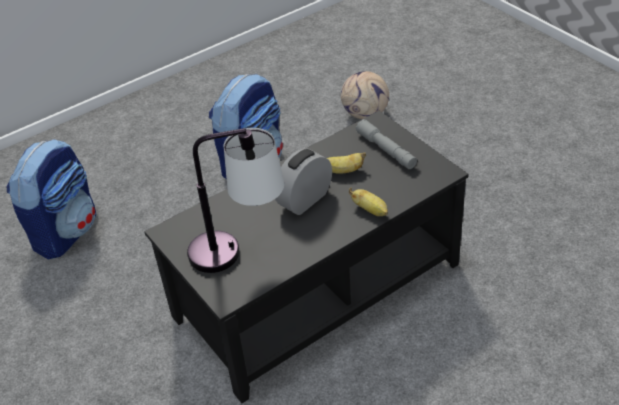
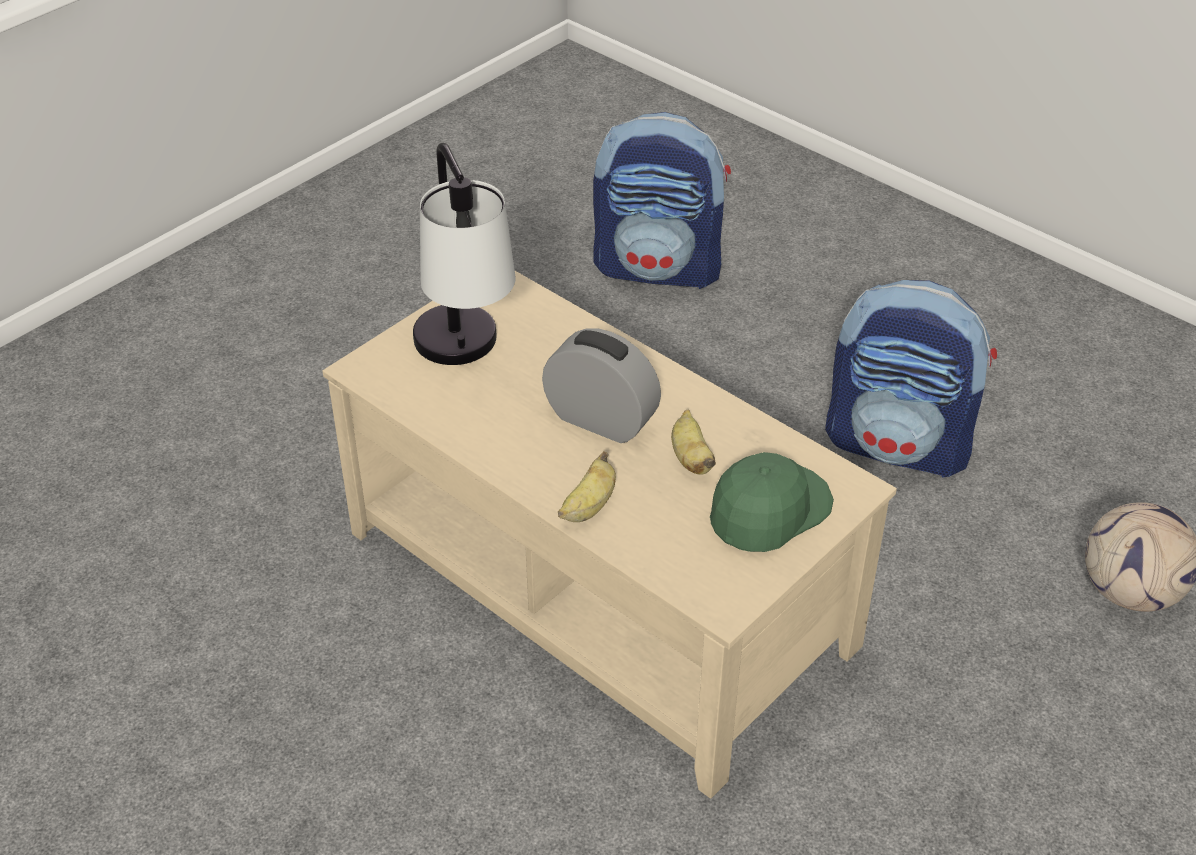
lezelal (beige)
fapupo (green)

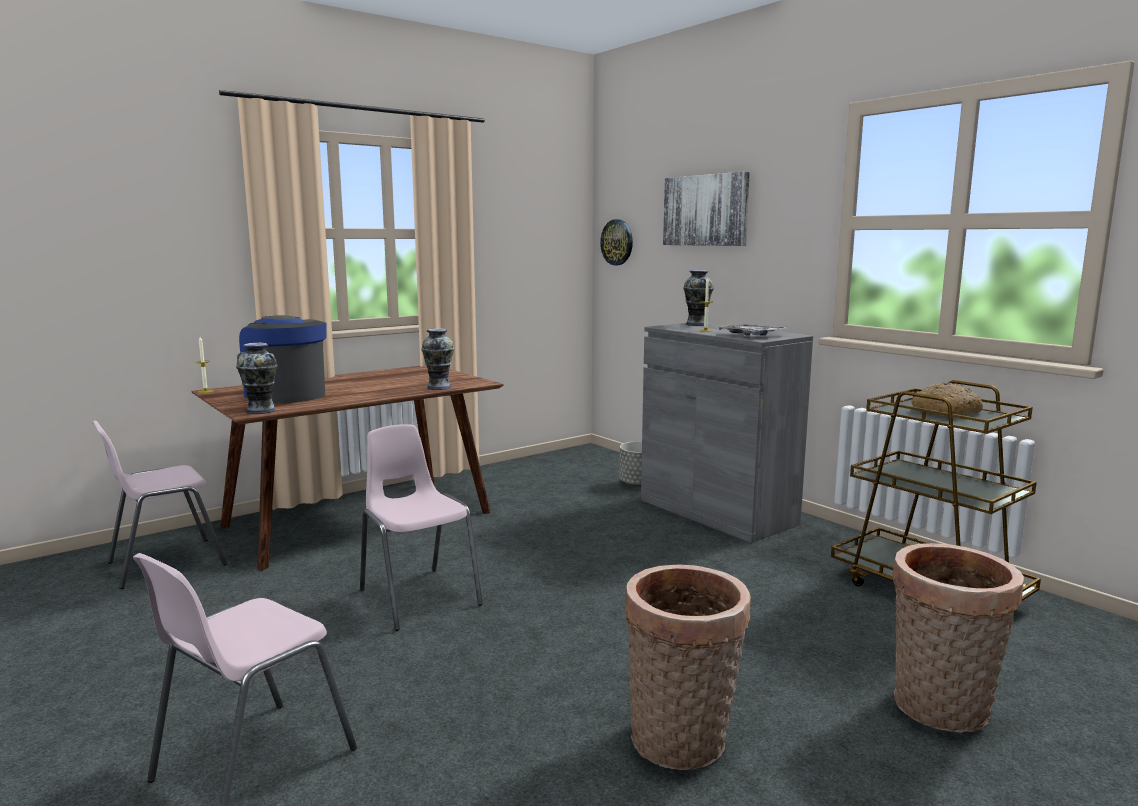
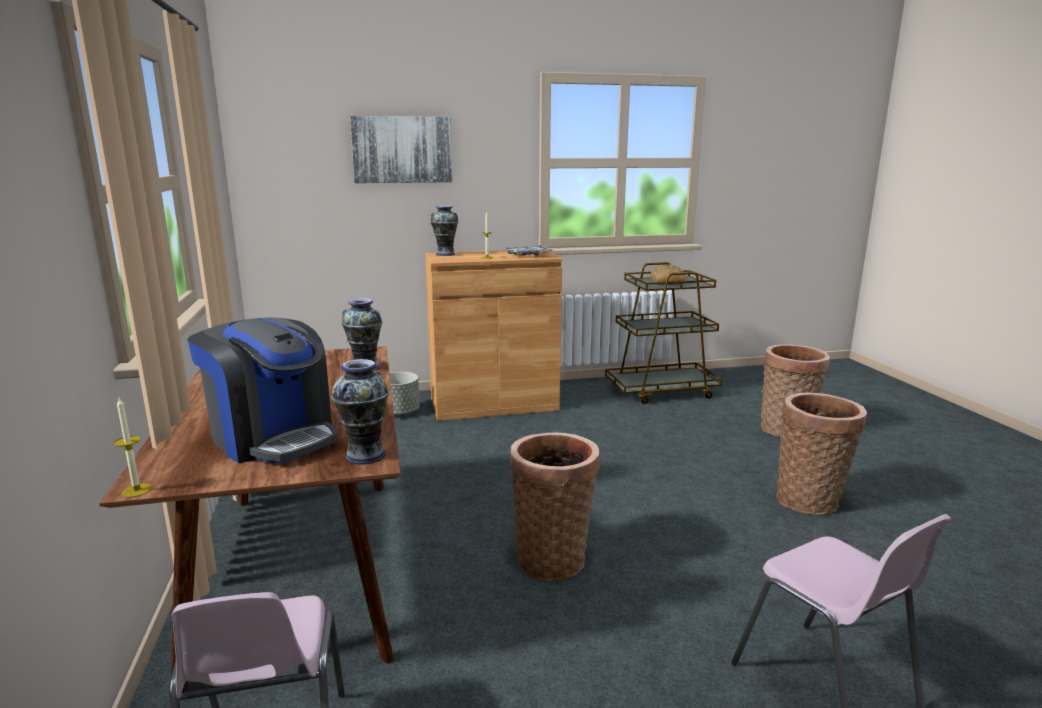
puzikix
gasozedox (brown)
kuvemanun (1st from left)
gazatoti

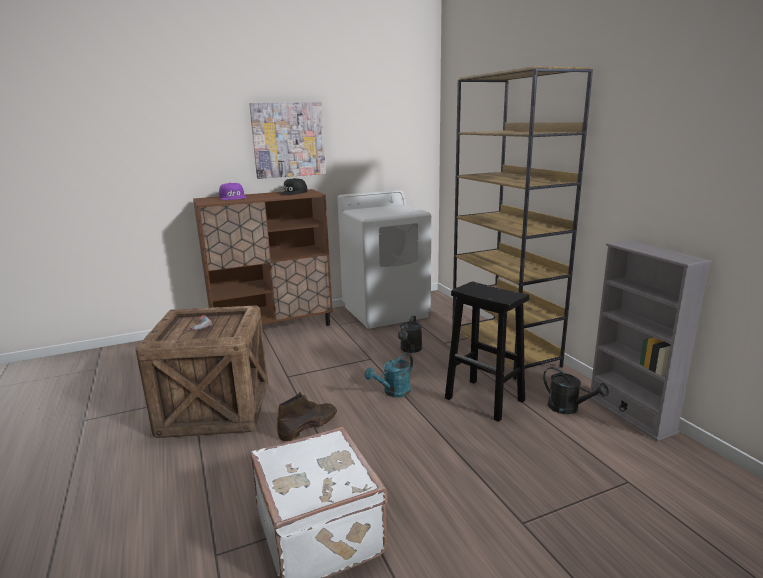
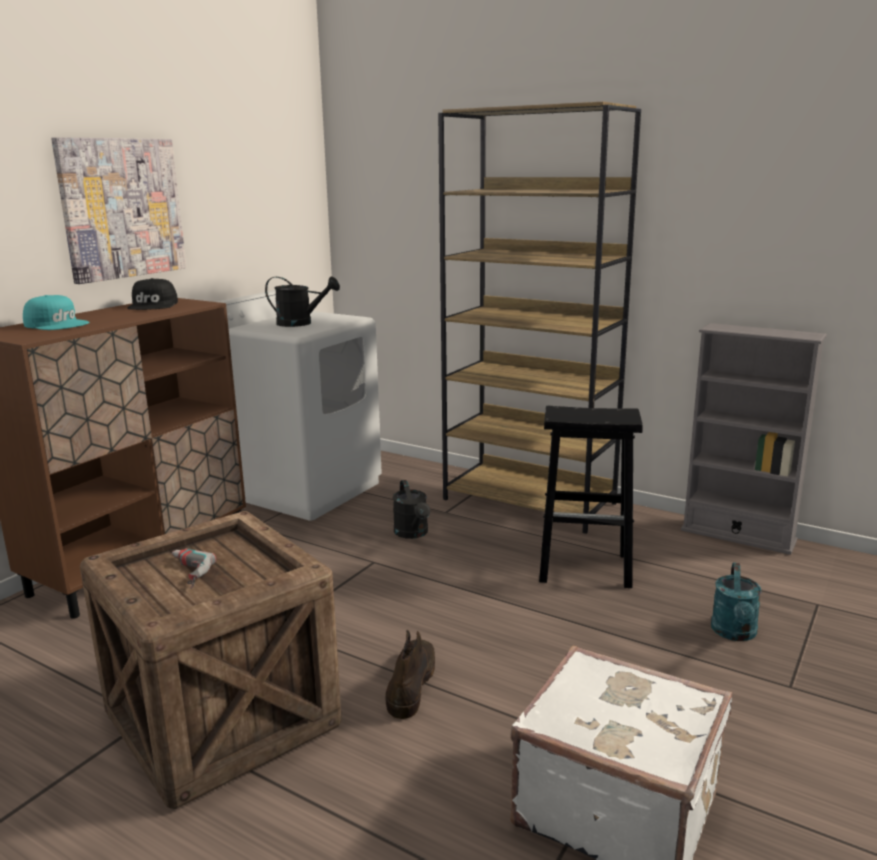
fapupo (turquoise)
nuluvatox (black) (1st from left)
nuluvatox (turquoise)

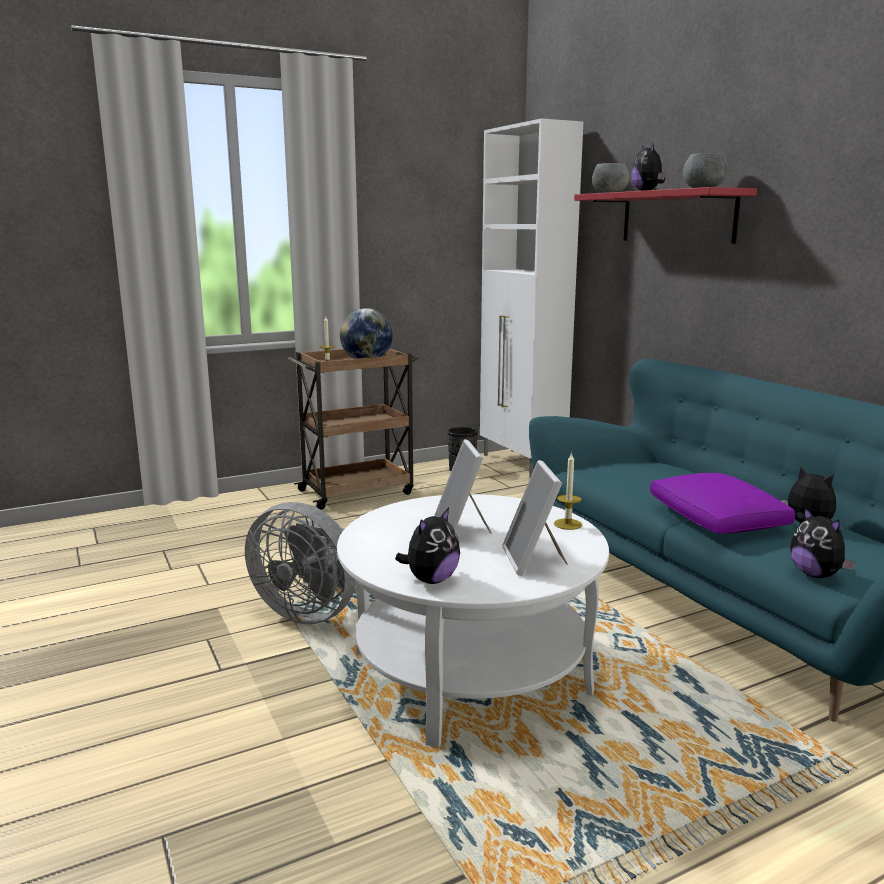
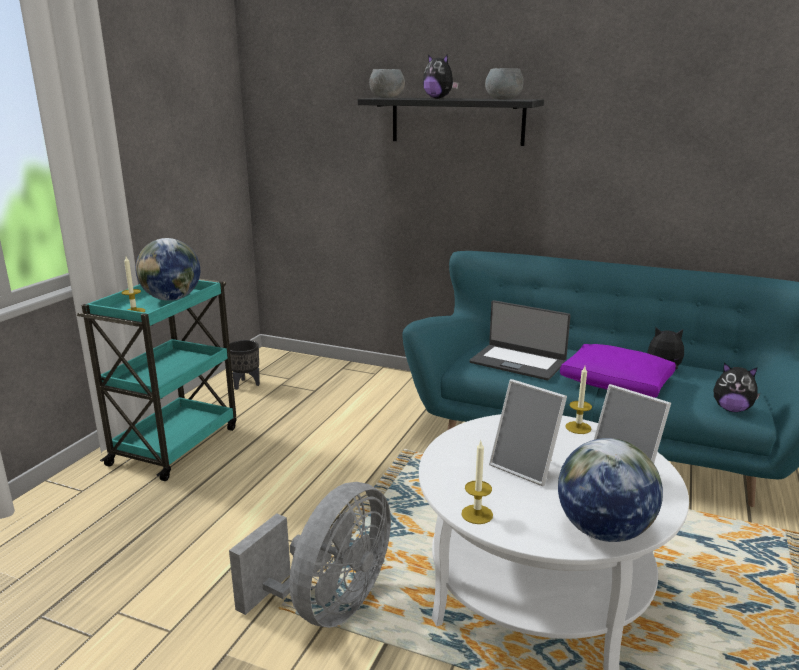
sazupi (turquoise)
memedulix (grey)
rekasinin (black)
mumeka (2nd from left)
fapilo
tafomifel (2nd from left)
gasozedox (white)

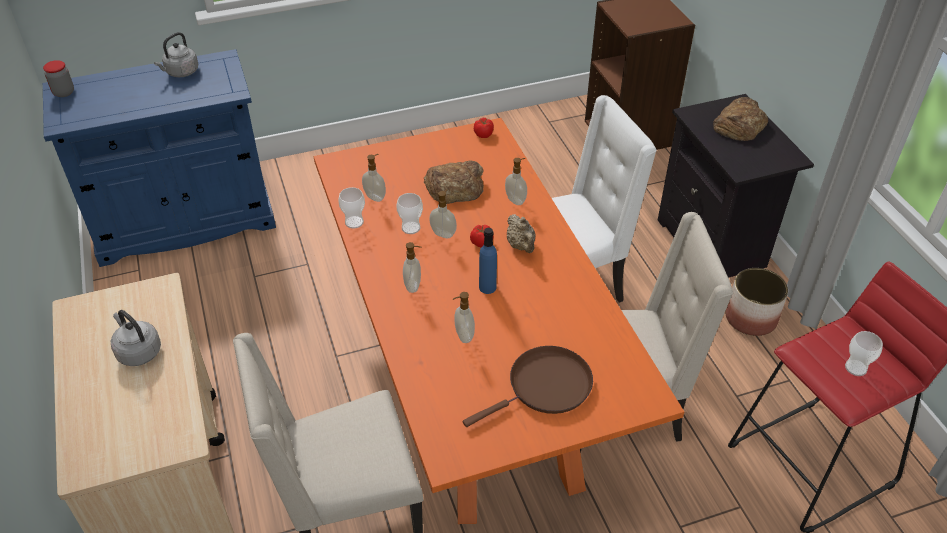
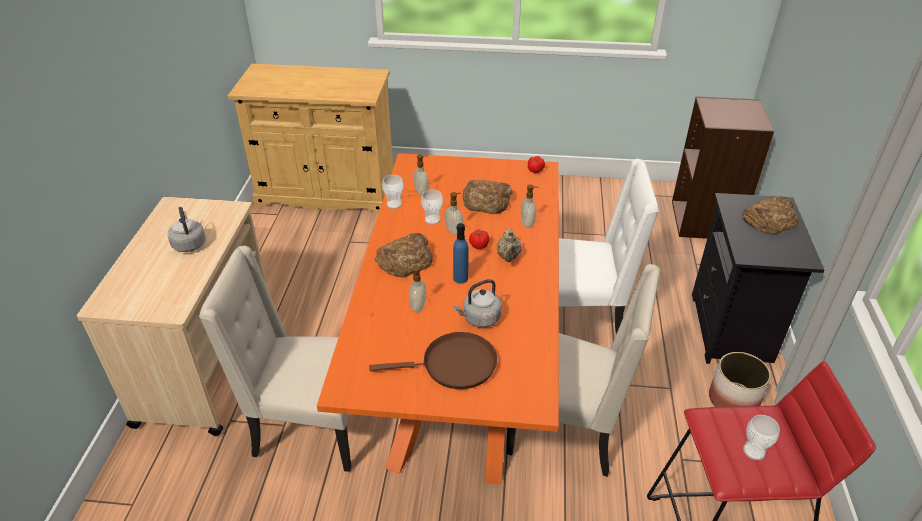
gasozedox (beige)
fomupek (1st from left)
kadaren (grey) (2nd from left)
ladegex

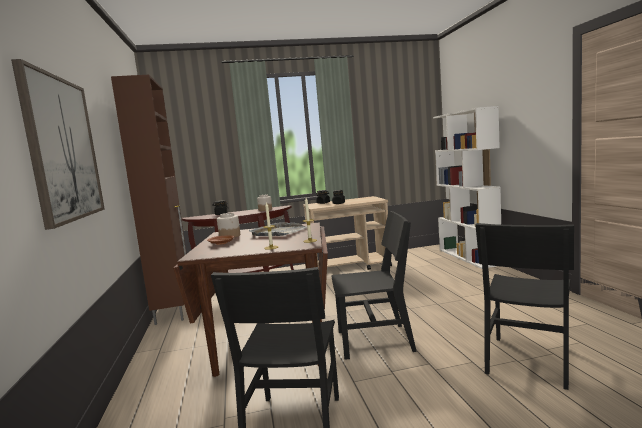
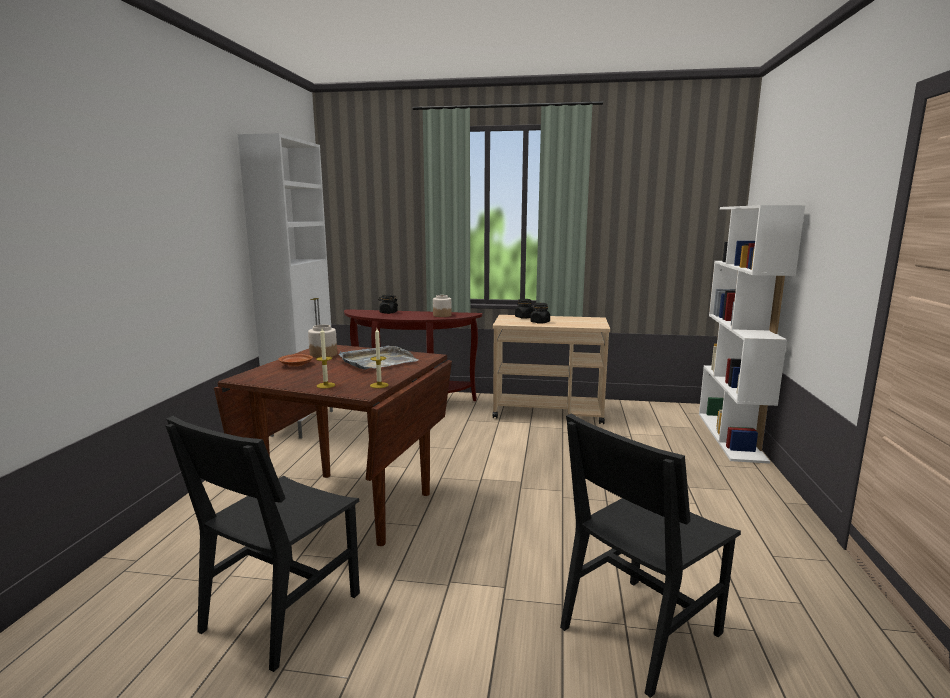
gasozedox (white)
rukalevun
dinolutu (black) (2nd from left in the first image)

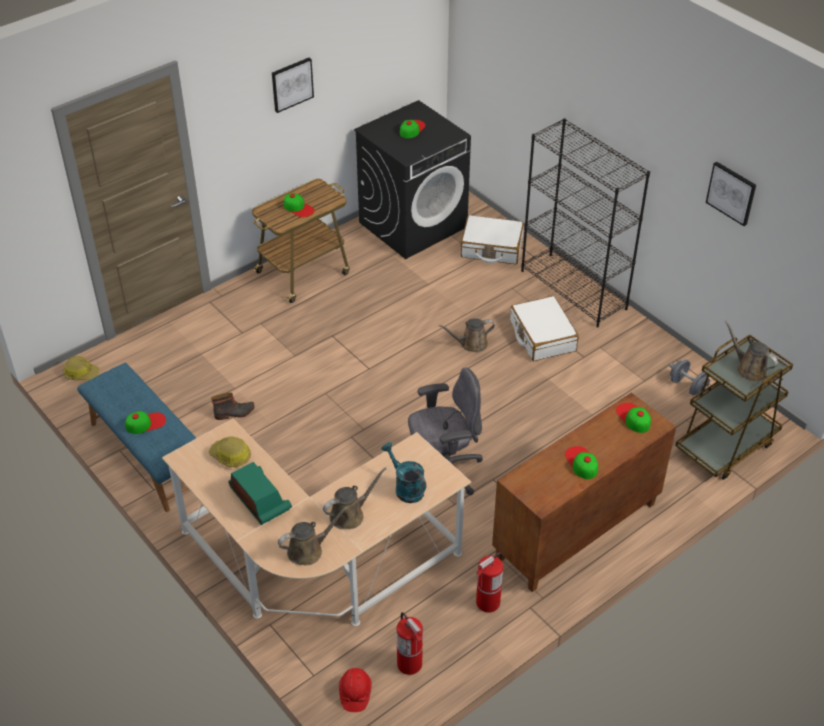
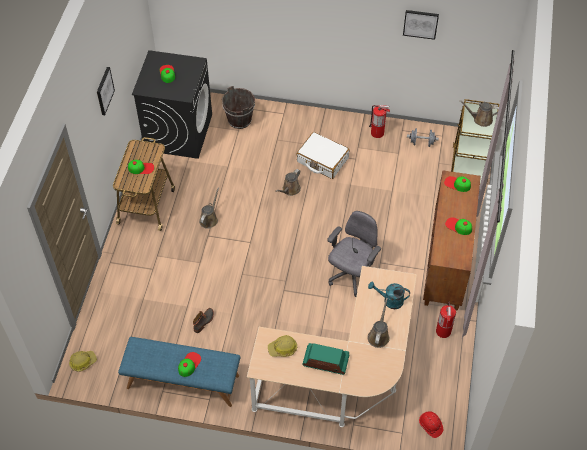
nuluvatox (brown) (1st from left)
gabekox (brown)
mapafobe (1st from left)
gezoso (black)

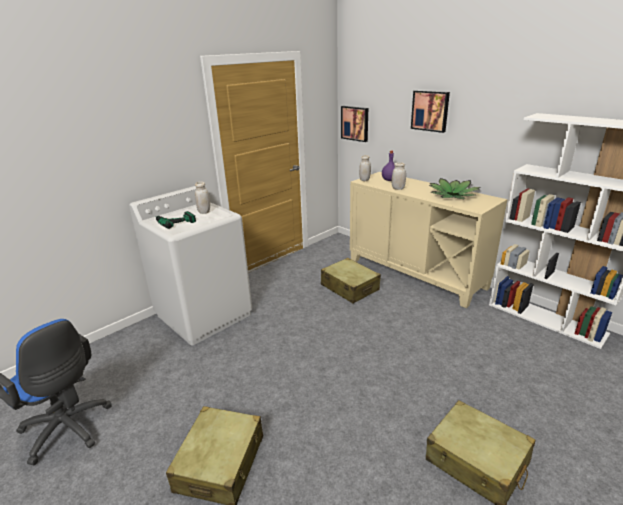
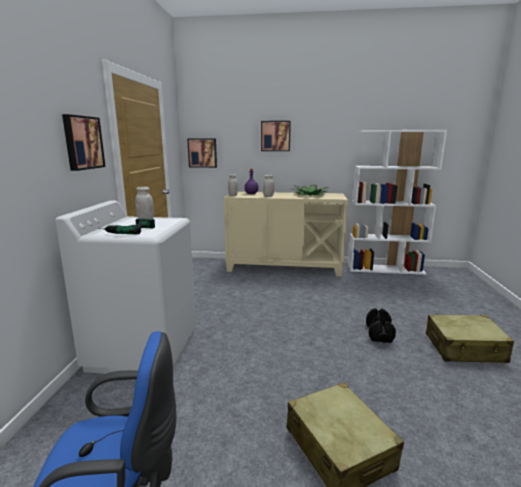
rukalevun (1st from left)
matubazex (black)
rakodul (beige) (2nd from left in the first image)

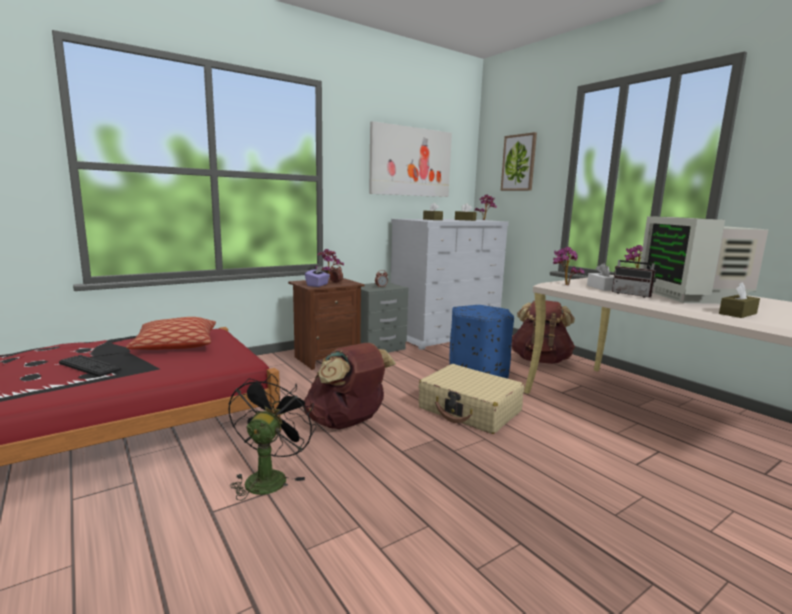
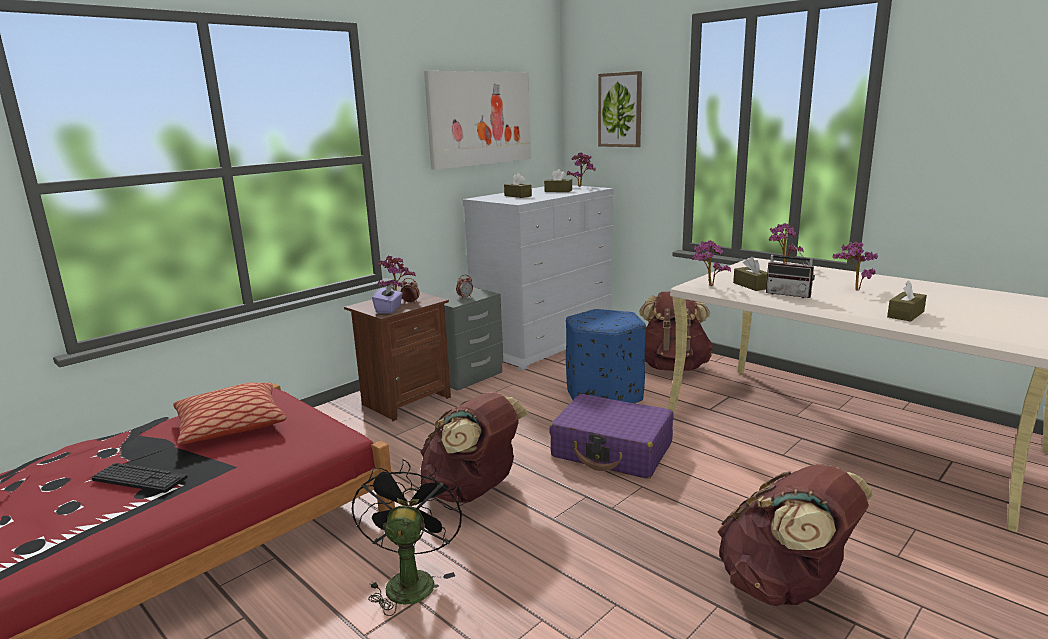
rakodul (purple)
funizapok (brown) (3rd from left)
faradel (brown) (3rd from left)
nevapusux (5th from left)

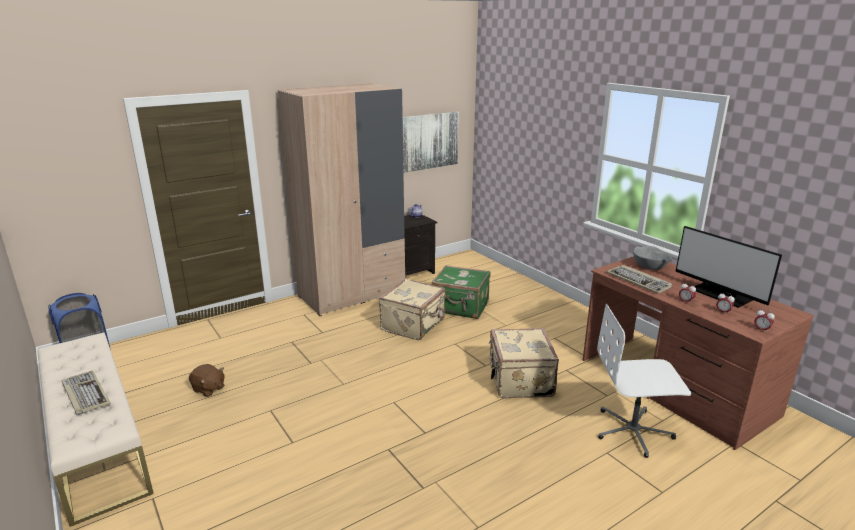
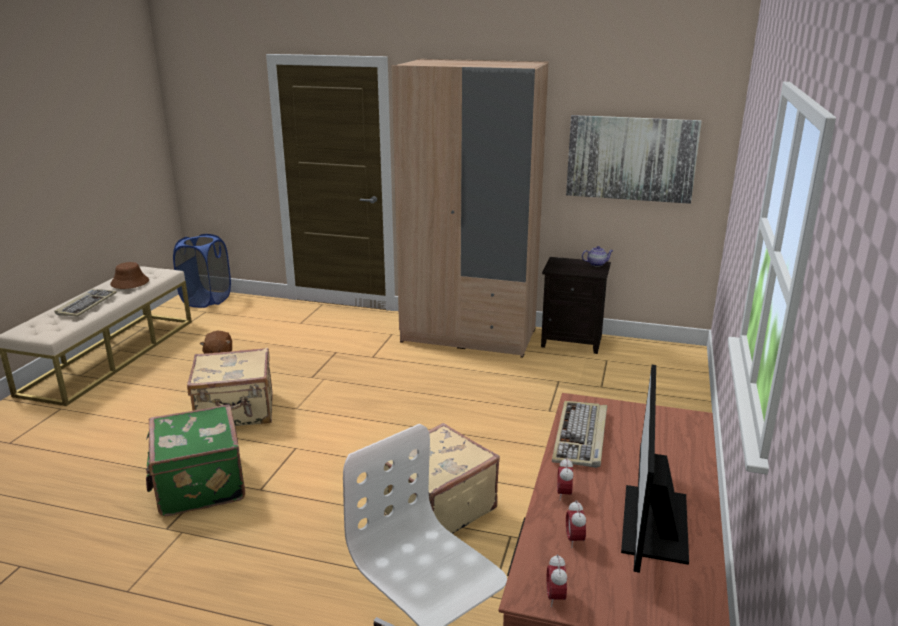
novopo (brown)
rakodul (green)
rakodul (beige) (1st from left)
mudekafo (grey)

